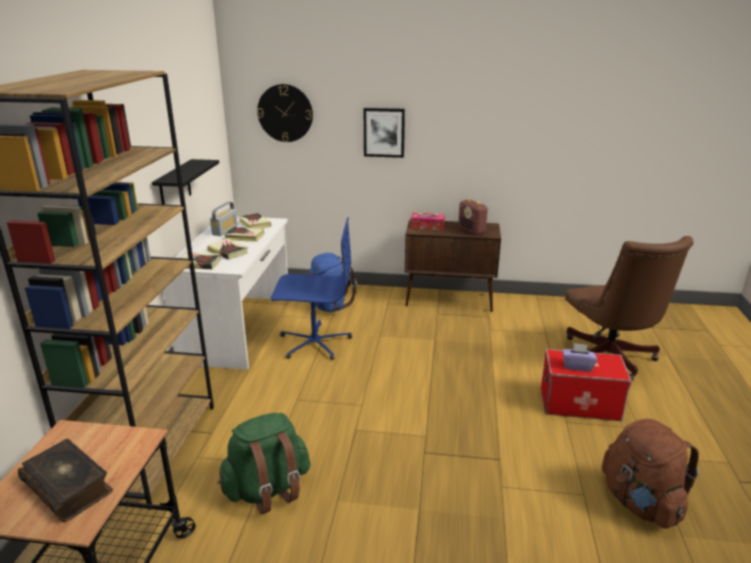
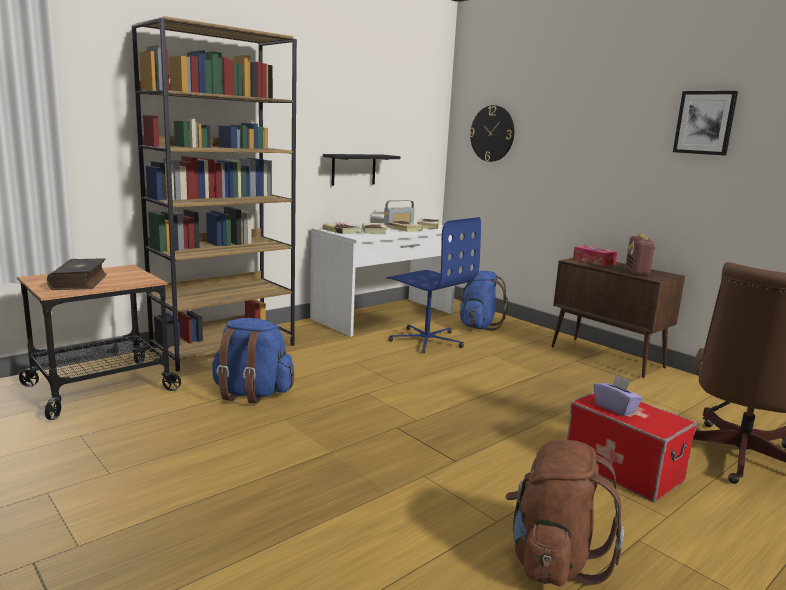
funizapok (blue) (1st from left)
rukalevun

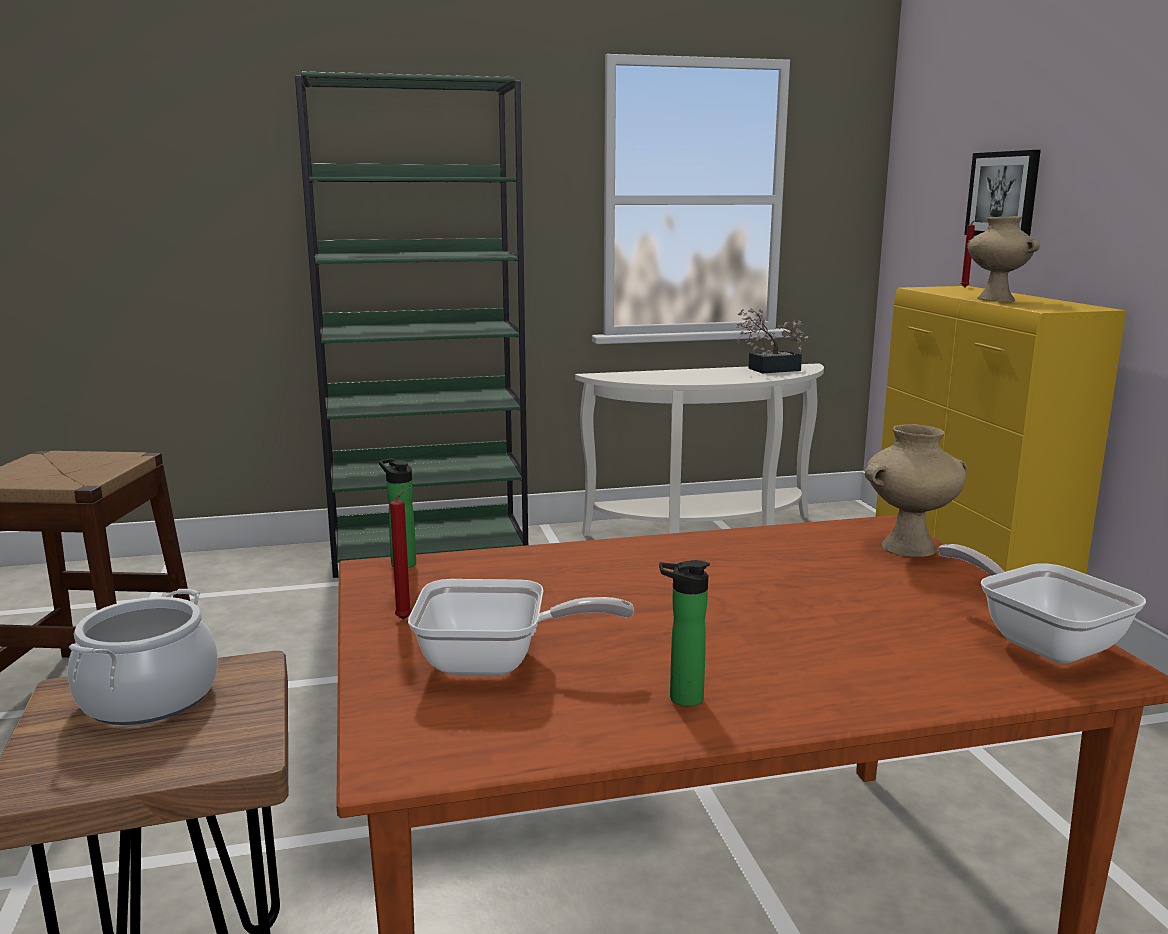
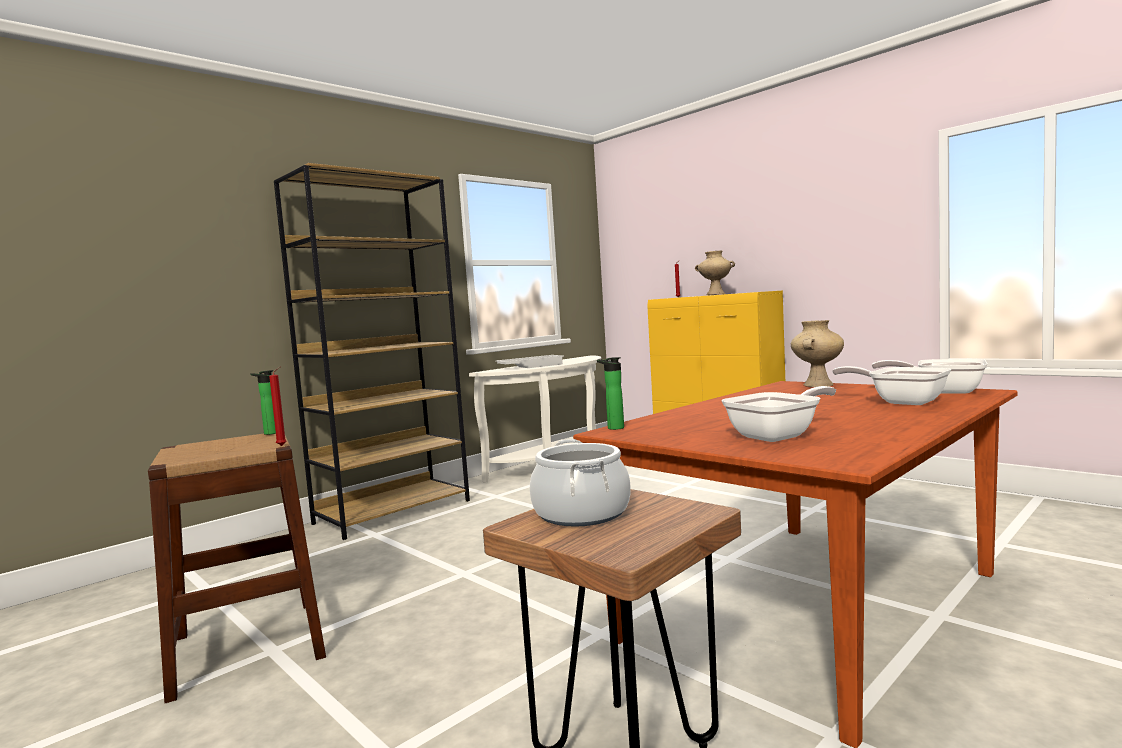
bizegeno (1st from left)
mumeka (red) (1st from left)
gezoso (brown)
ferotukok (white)
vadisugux (2nd from left)
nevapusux
rukalevun

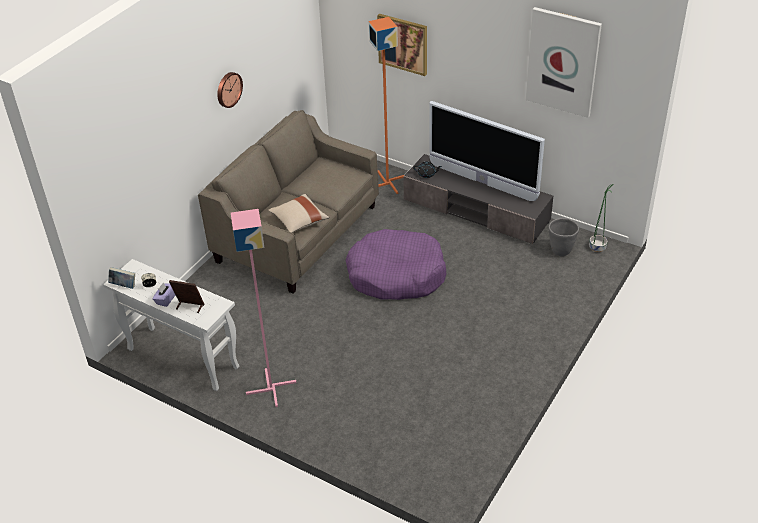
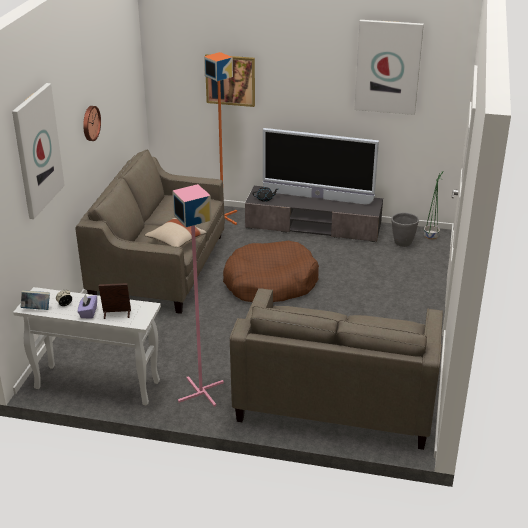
rukalevun (1st from left)
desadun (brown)
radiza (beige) (2nd from left)

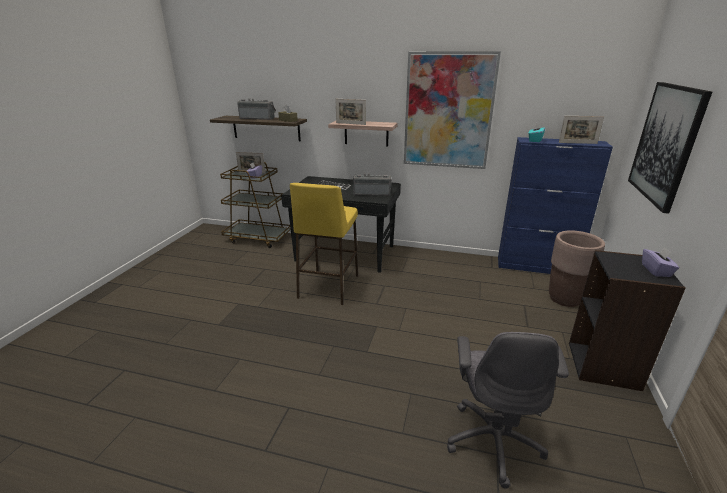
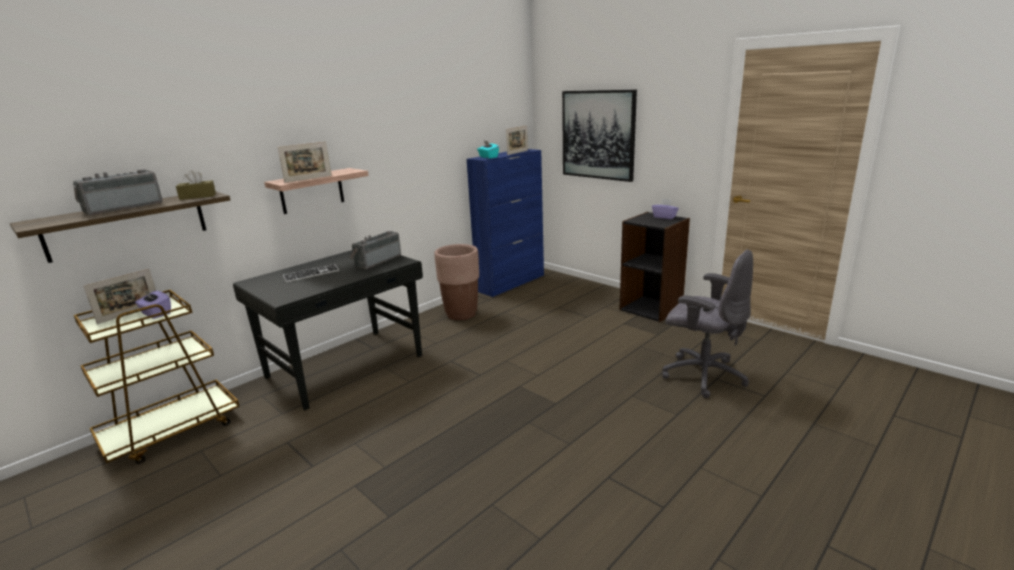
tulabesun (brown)
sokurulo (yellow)
rukalevun (1st from left in the first image)

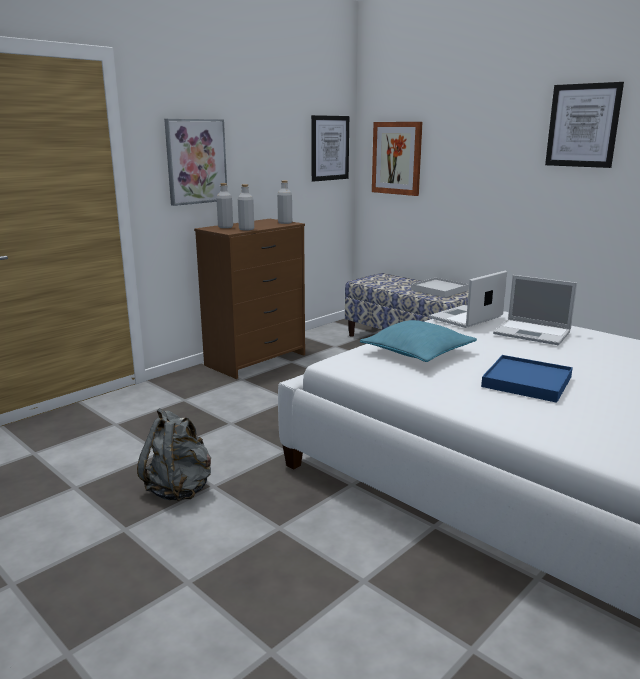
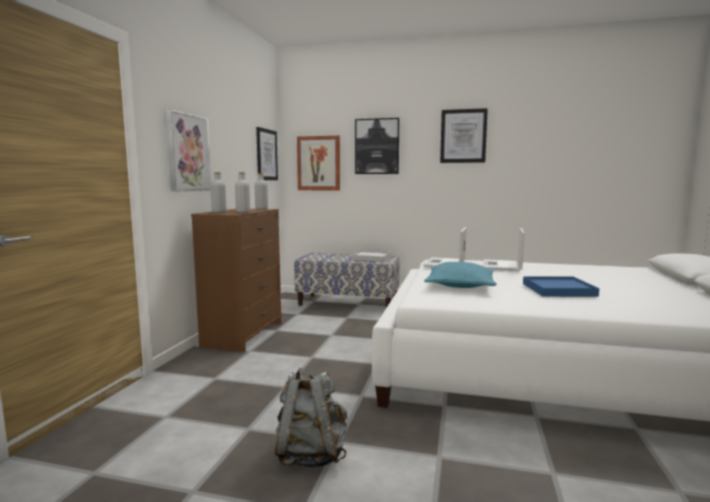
rukalevun (4th from left)
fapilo (2nd from left)

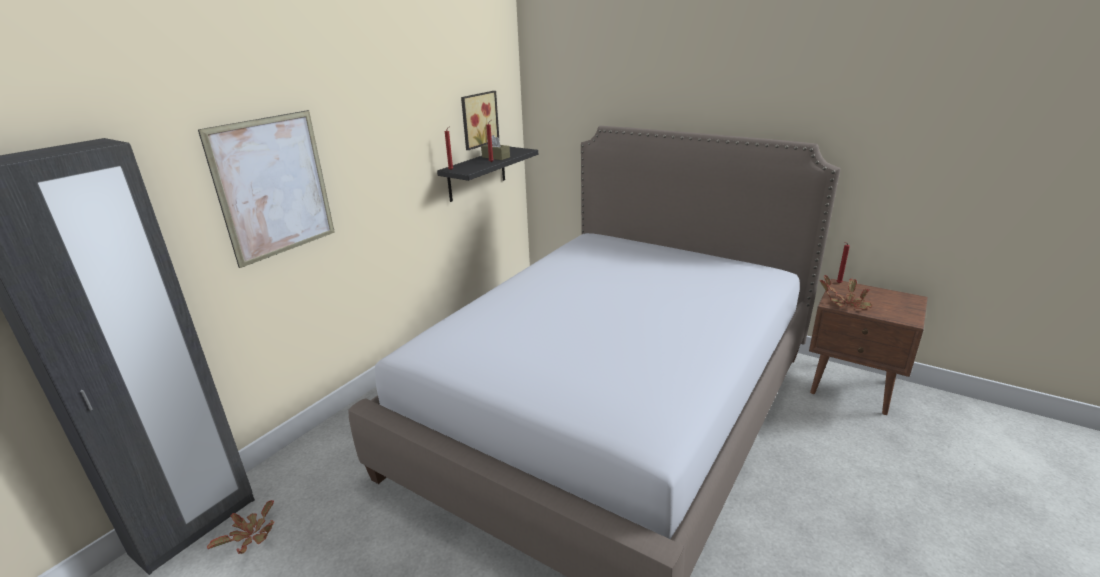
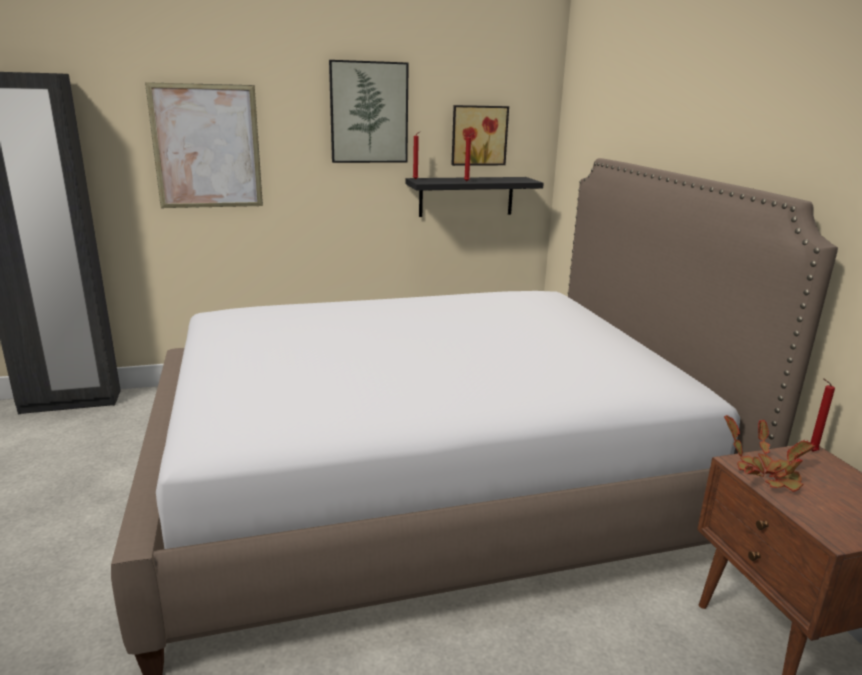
rukalevun (2nd from left)
nevapusux (1st from left in the first image)
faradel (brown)

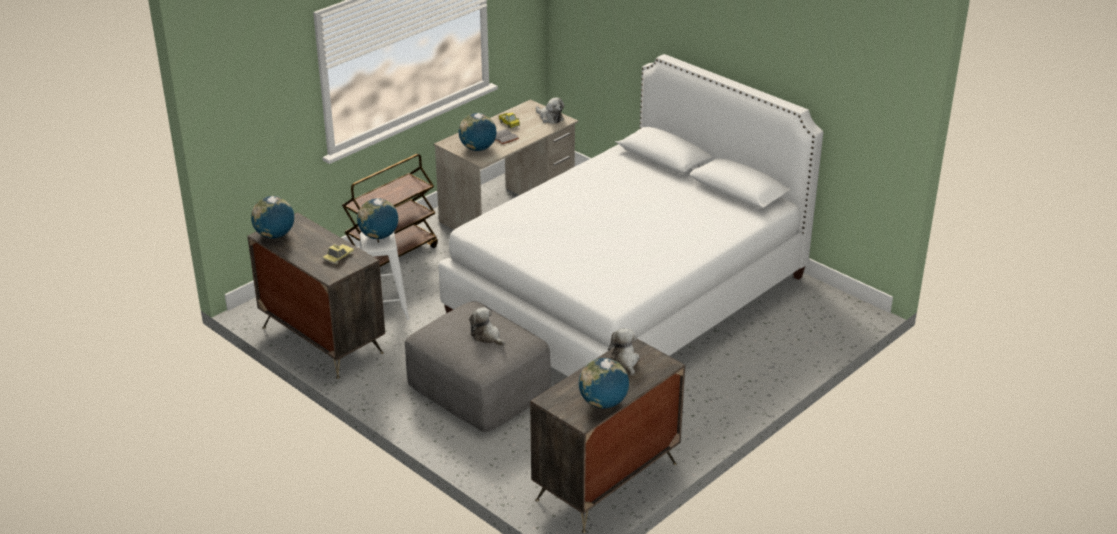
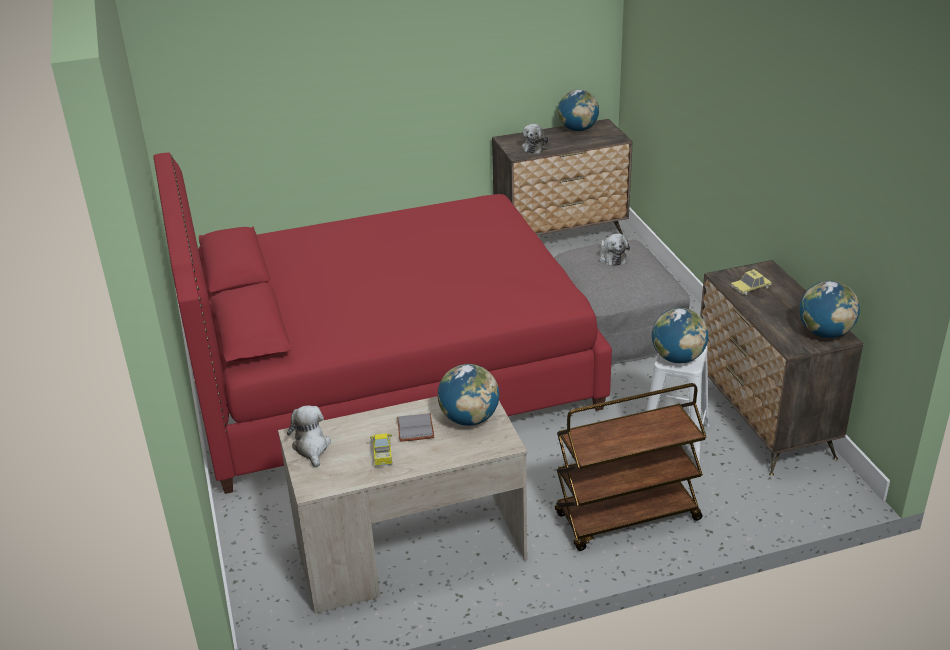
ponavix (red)

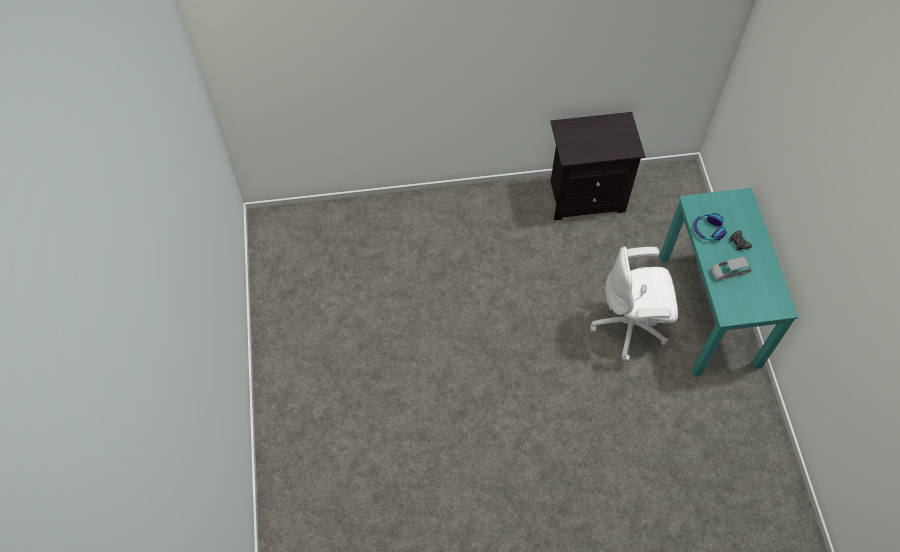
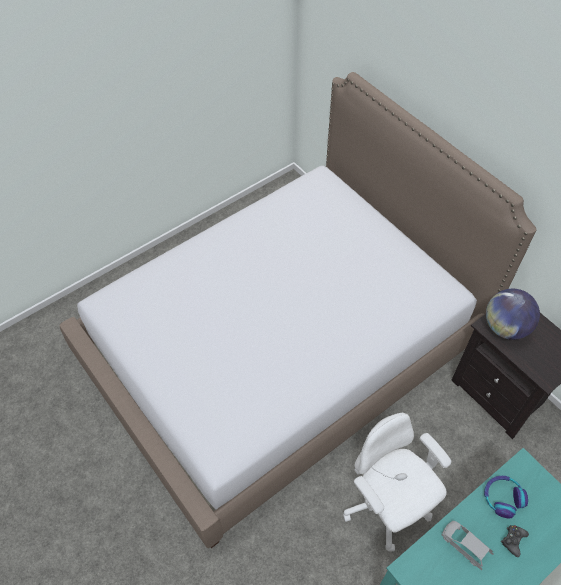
ponavix
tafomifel

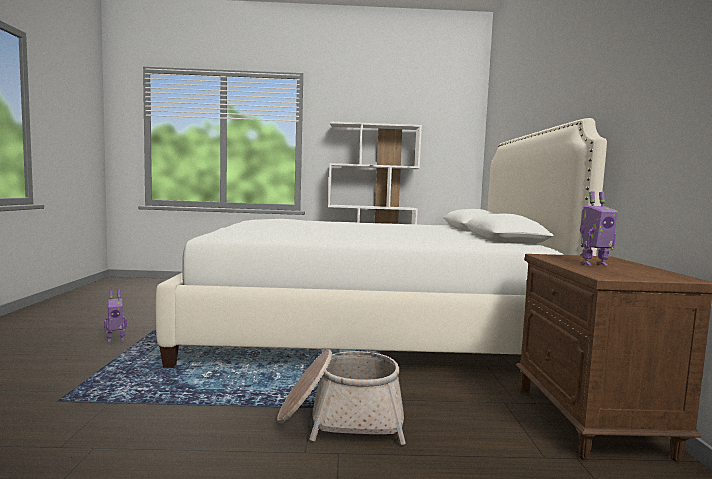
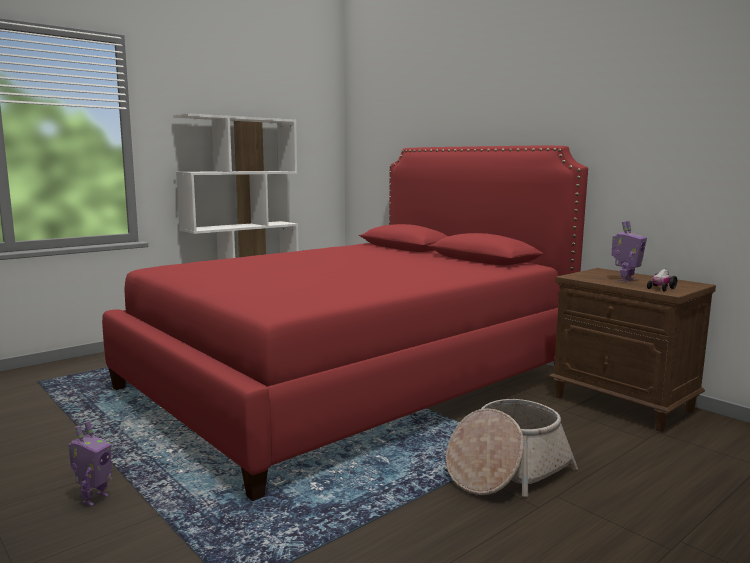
ponavix (red)
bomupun

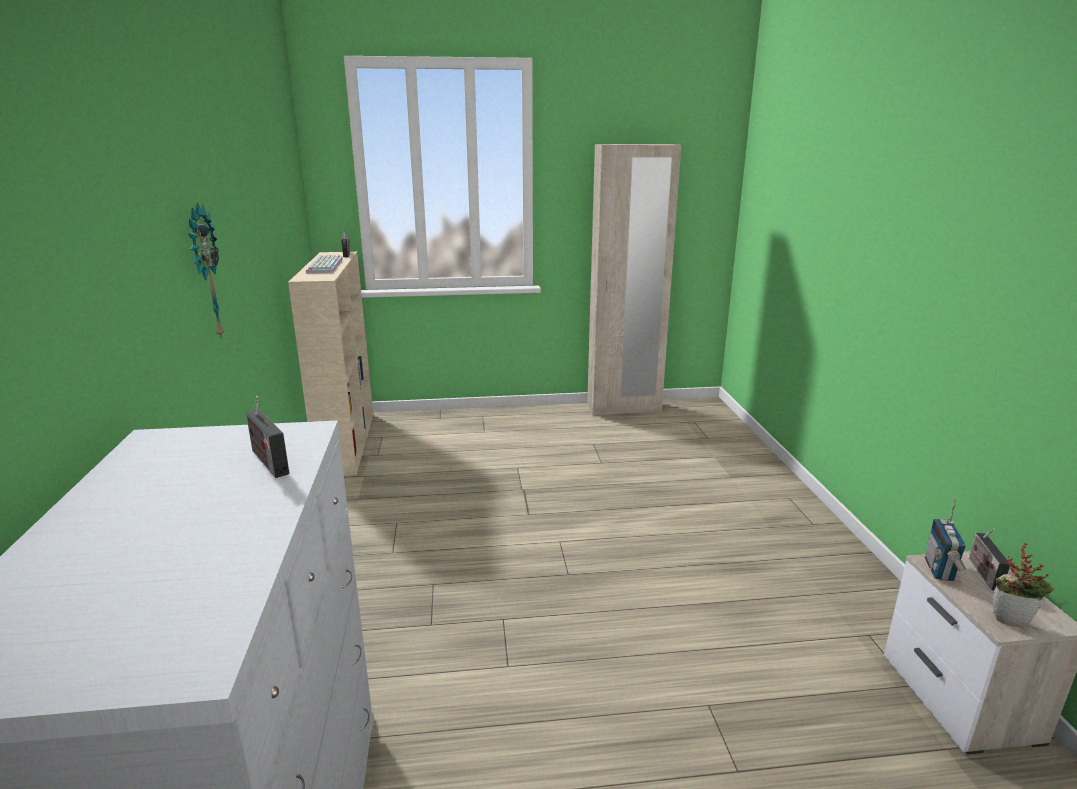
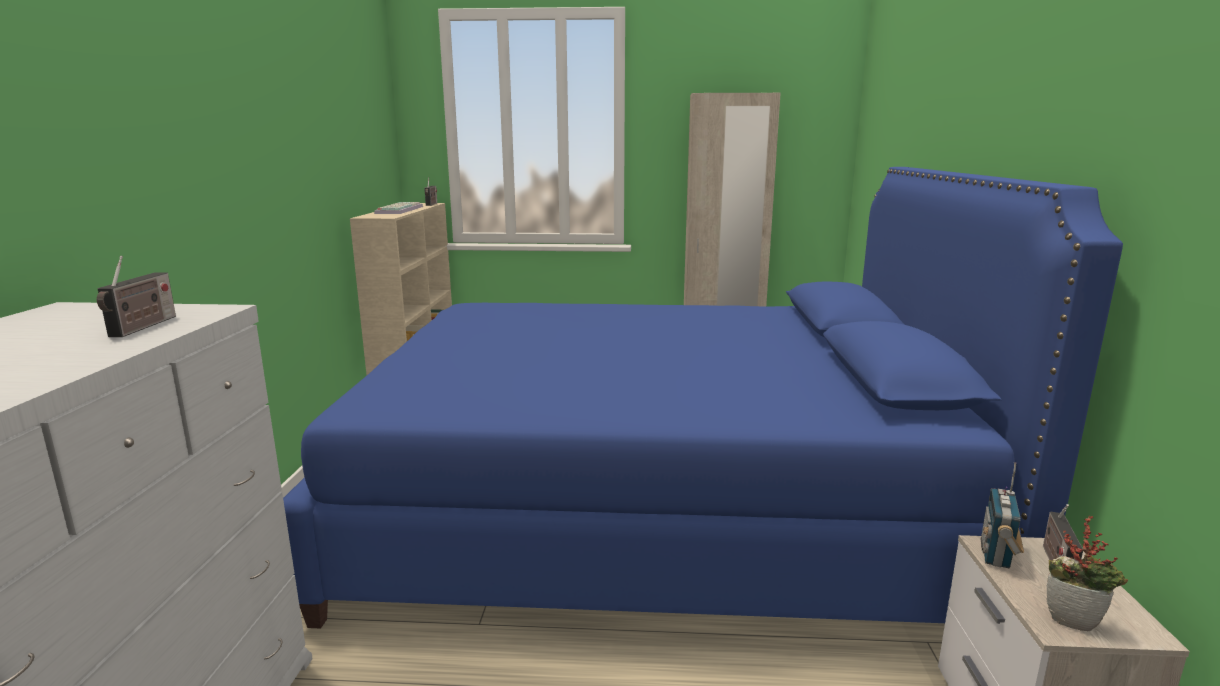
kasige (1st from left)
ponavix (blue)
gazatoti

